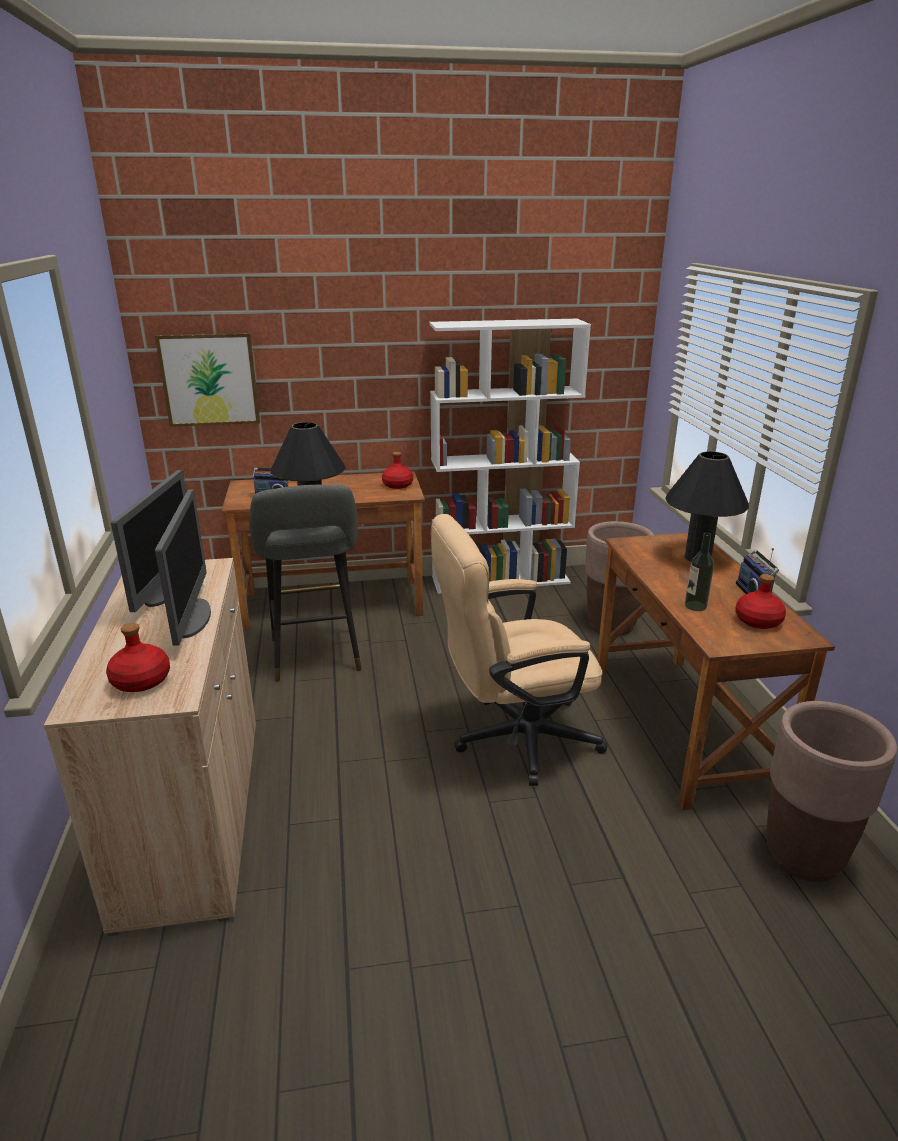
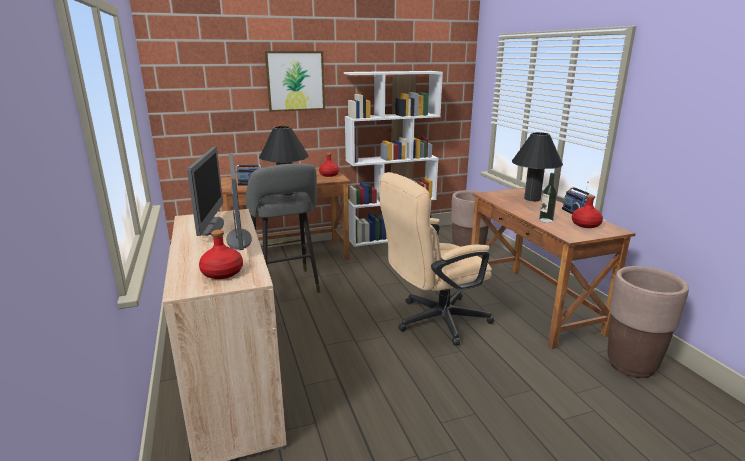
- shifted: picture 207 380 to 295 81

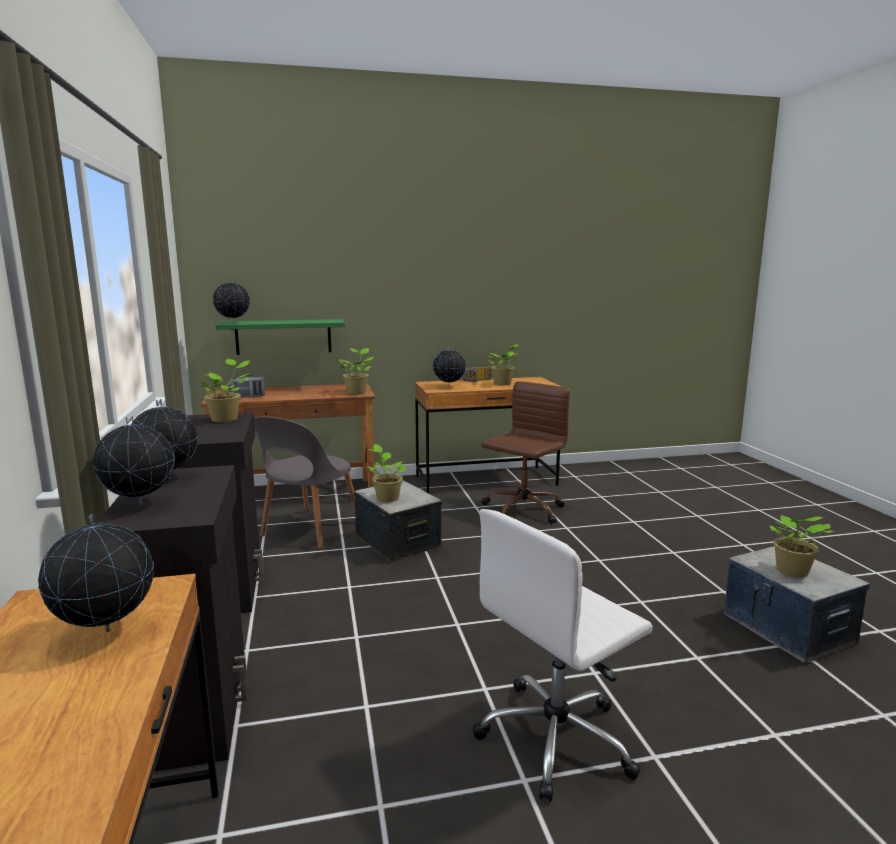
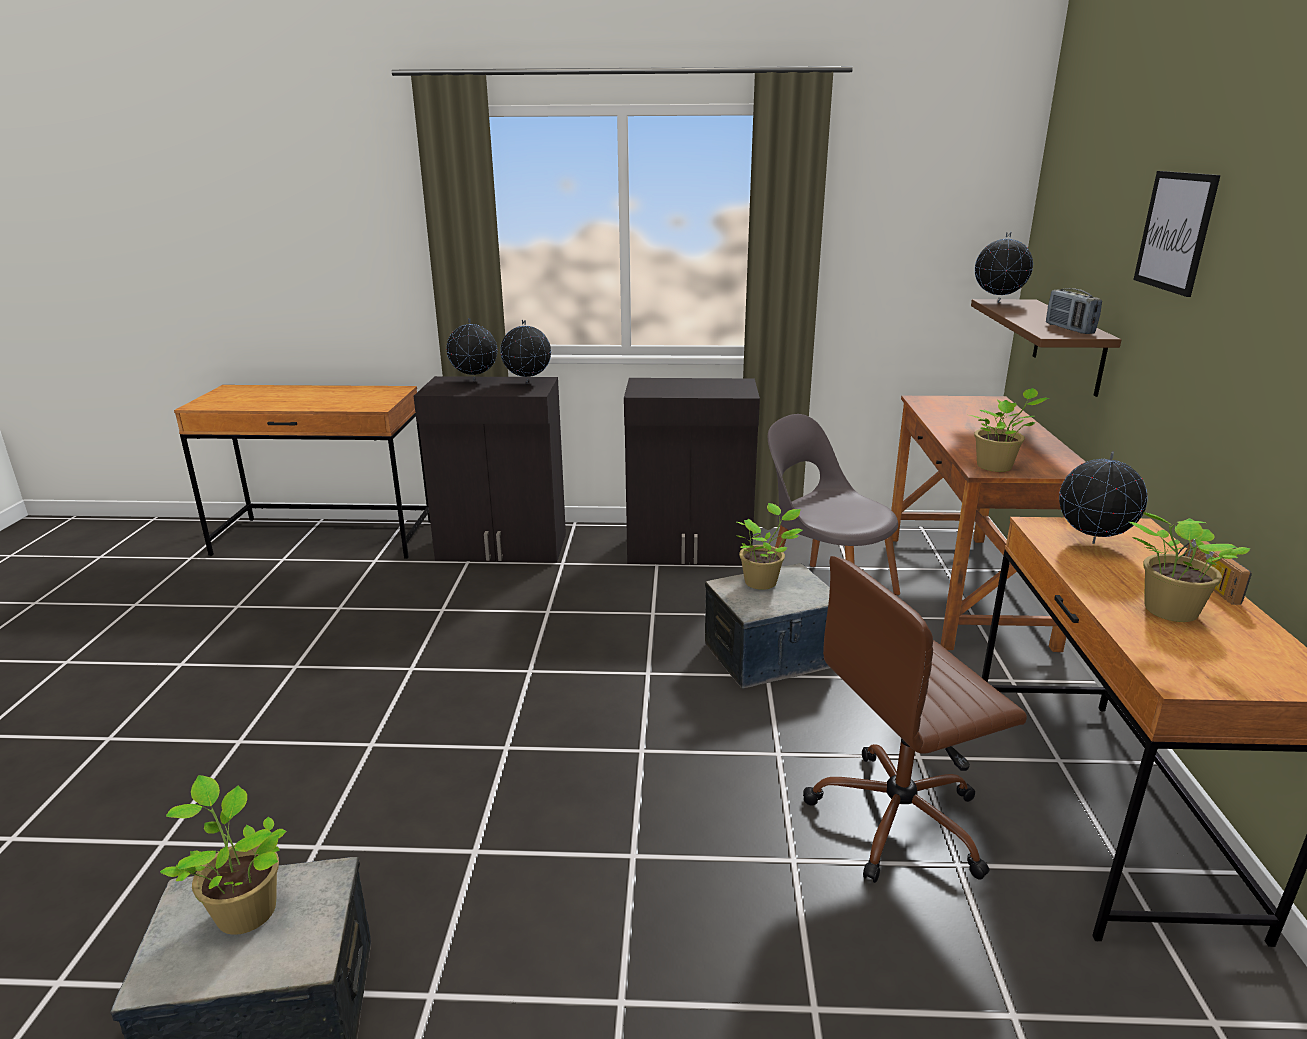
- gone: globe 96 573
- gone: houseplant 225 390
- gone: white office chair 563 655
- new: picture 1177 234
- shifted: radio 247 386 to 1074 311
- repainted: green shelf 280 337 to brown shelf 1046 348
- rotated: brown office chair 525 452 = 915 719 105 degrees clockwise

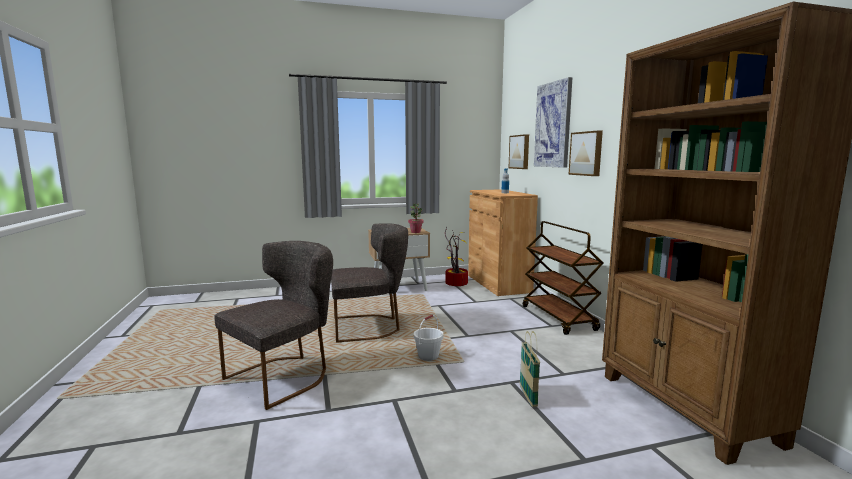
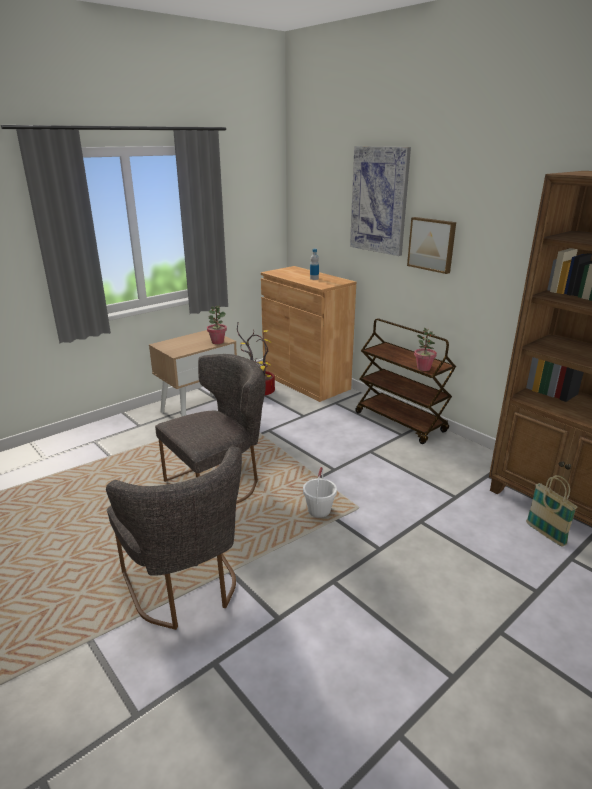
- gone: picture 519 151
- new: houseplant 425 349
- shifted: basket 530 369 to 552 511
- rotated: grey plain chair 273 325 = 174 538 135 degrees clockwise

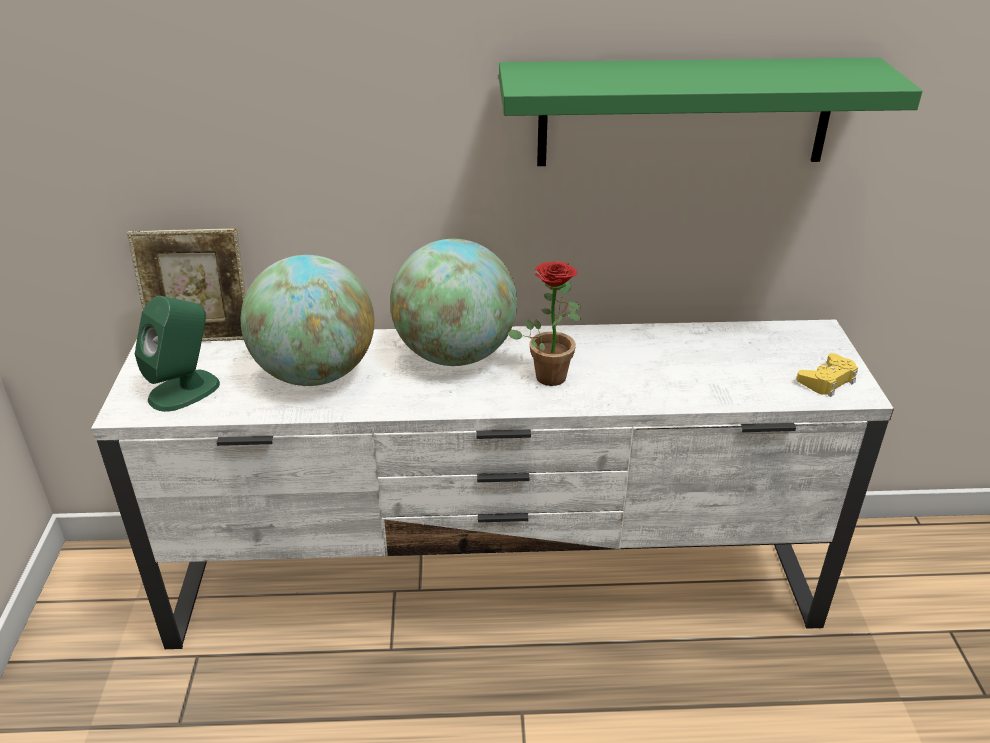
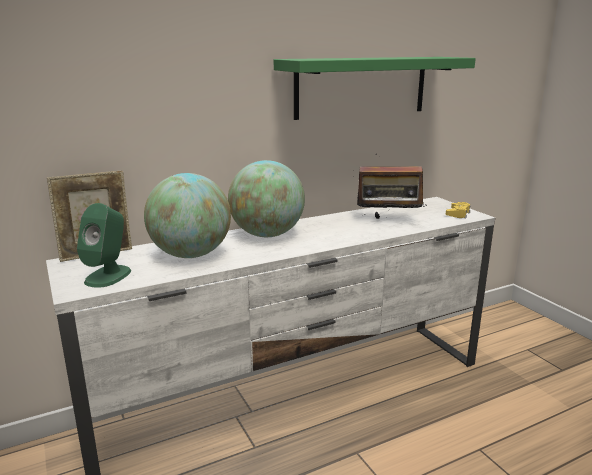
- gone: houseplant 545 324
- new: radio 389 186

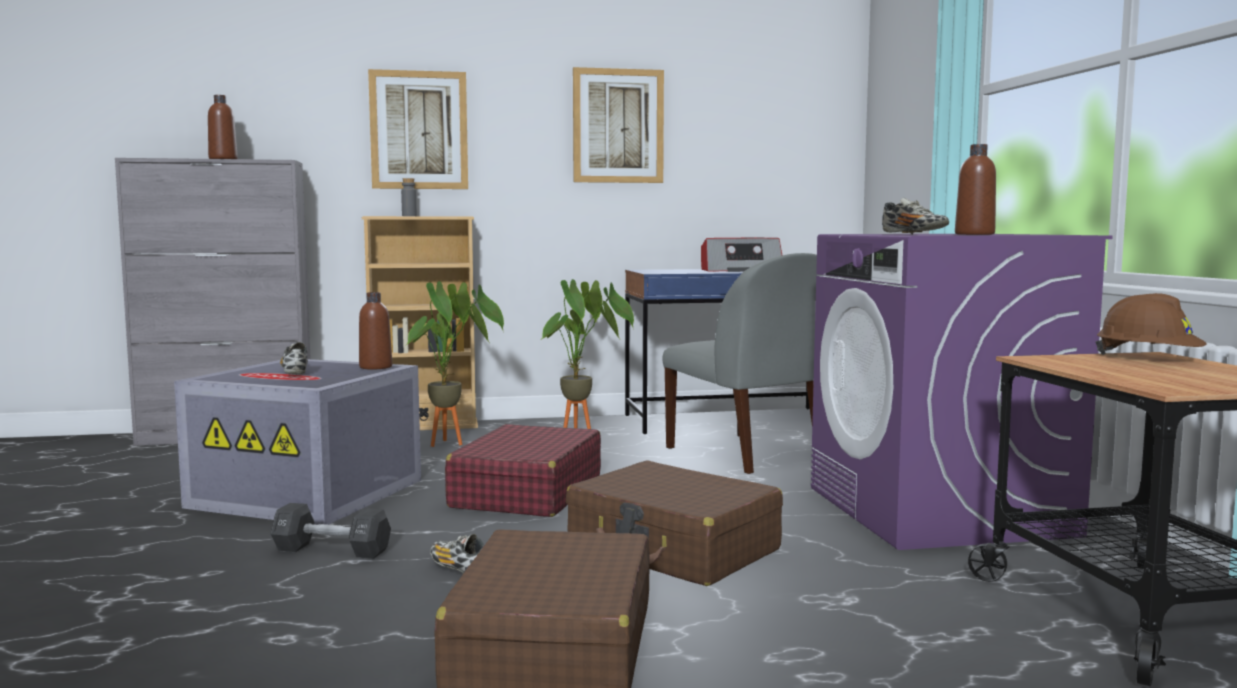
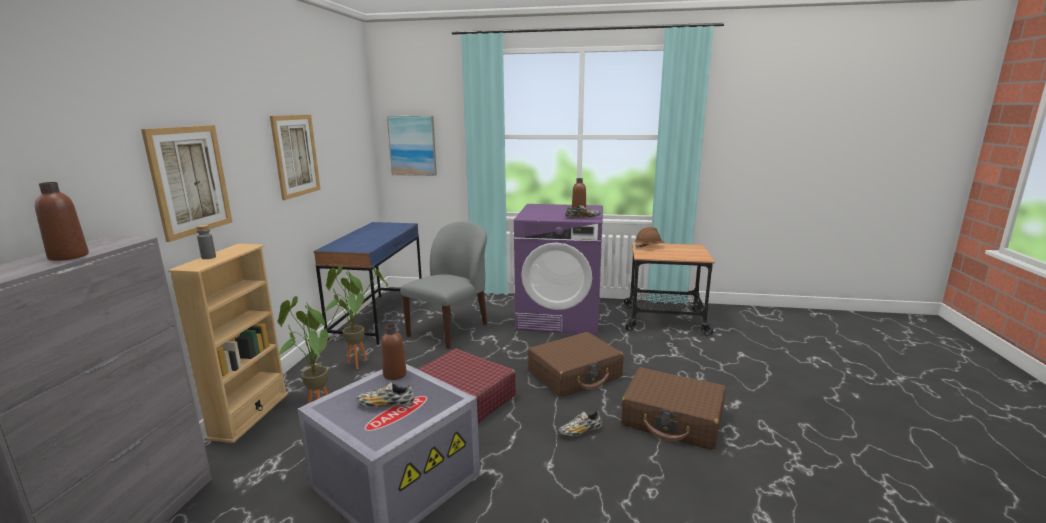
- gone: blackish dumbbell 331 531
- gone: radio 741 255
- new: picture 412 146
- rotated: grey plain chair 743 363 = 443 285 45 degrees counterclockwise

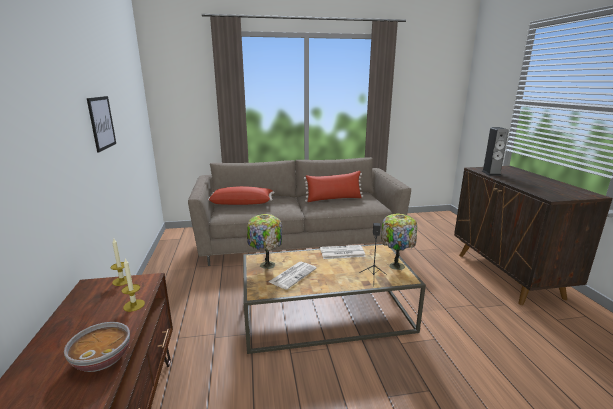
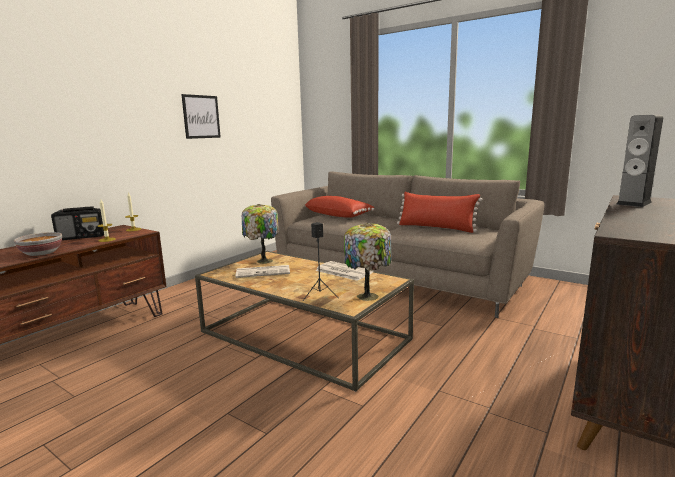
- new: radio 77 223

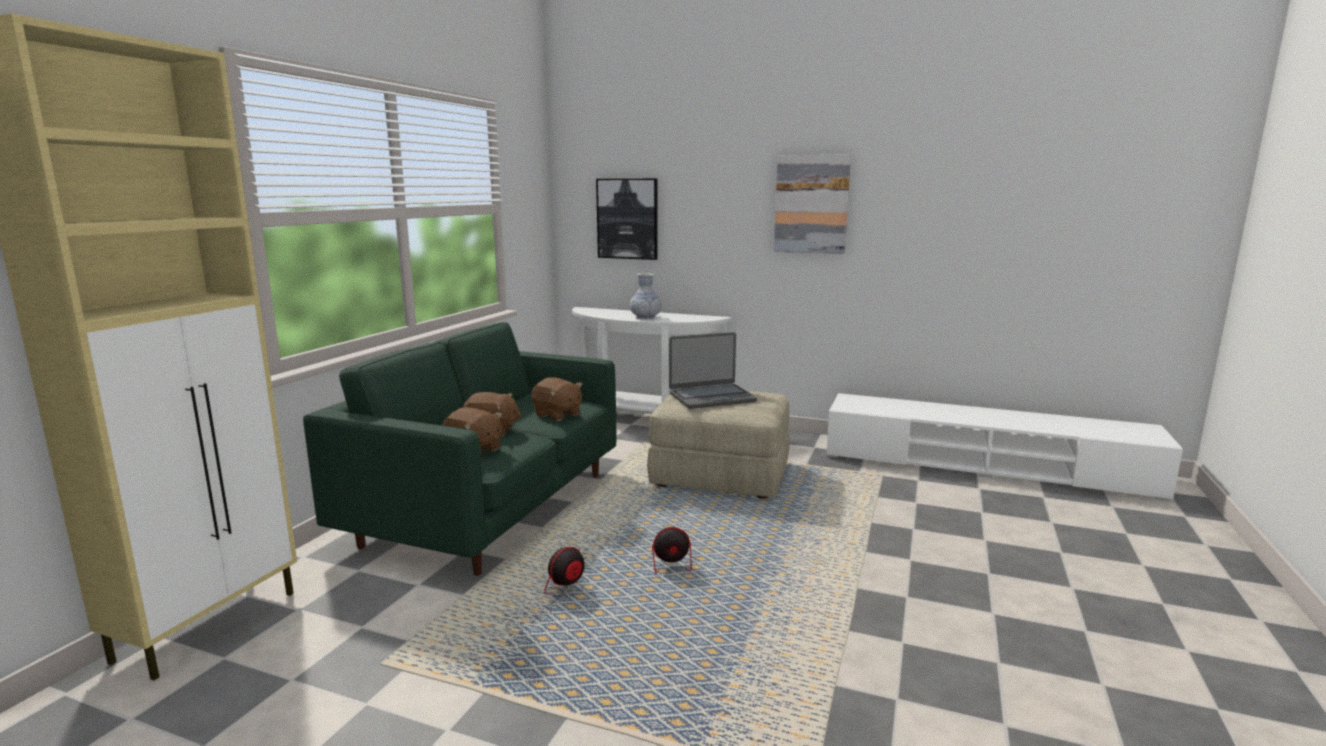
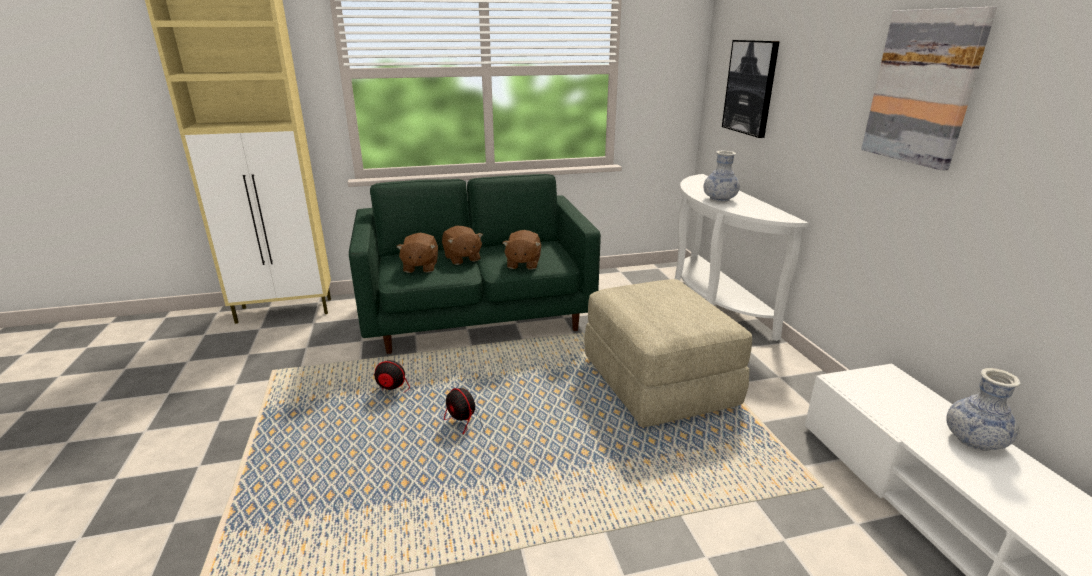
- gone: notebook computer 713 370
- new: flower vase 983 409

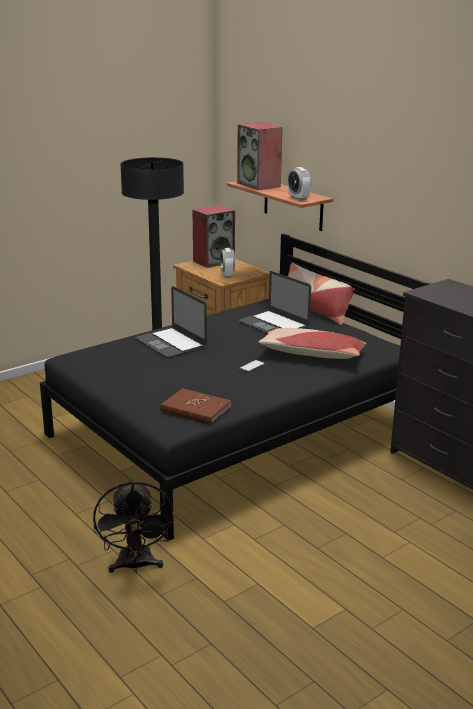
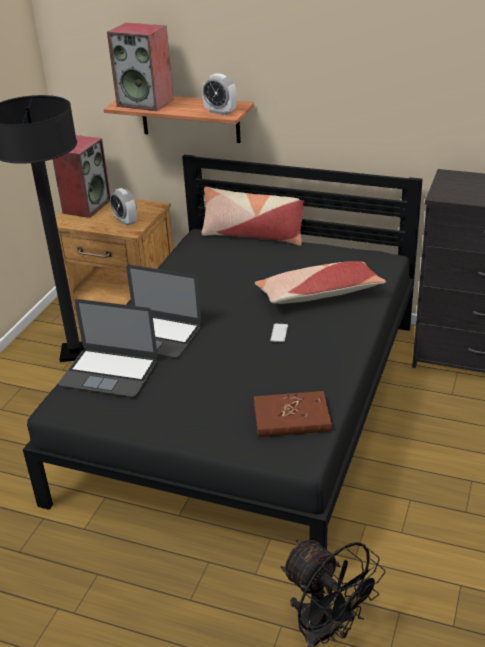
- shifted: notebook computer 275 302 to 108 348

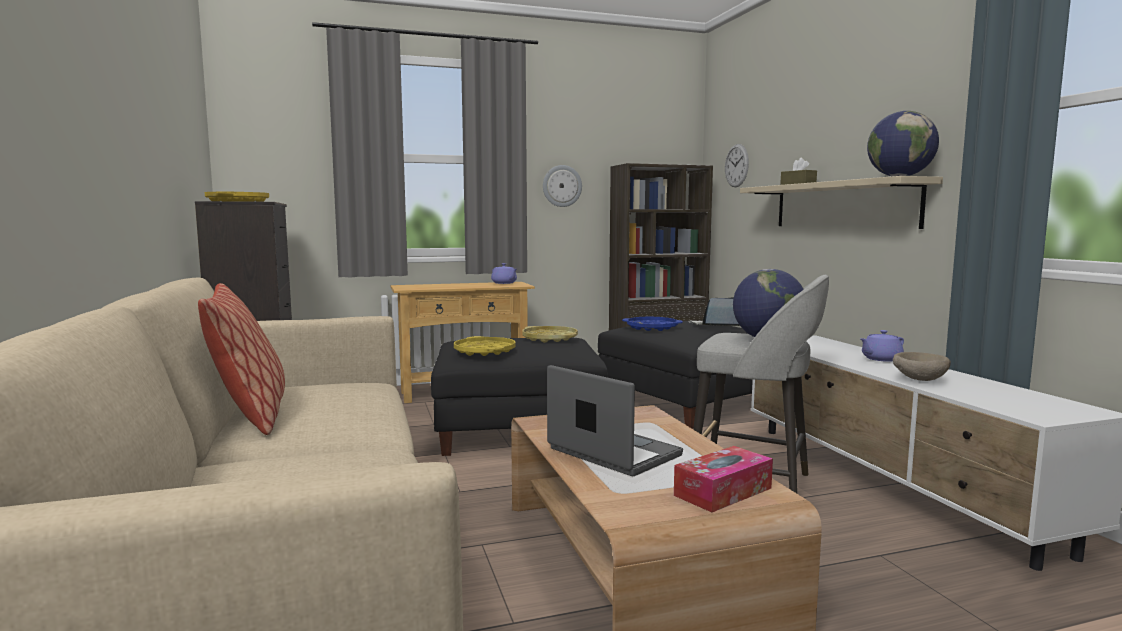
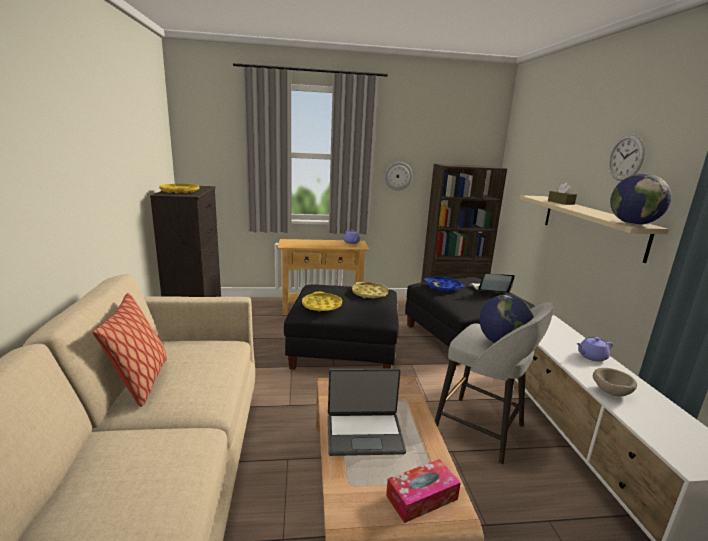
- shifted: wall clock 737 165 to 627 157
- rotated: notebook computer 615 420 = 367 412 120 degrees clockwise

